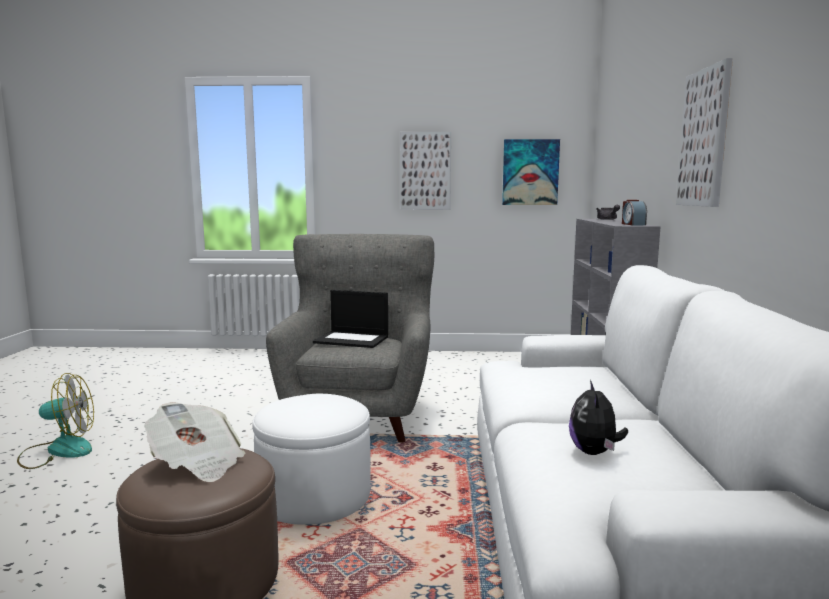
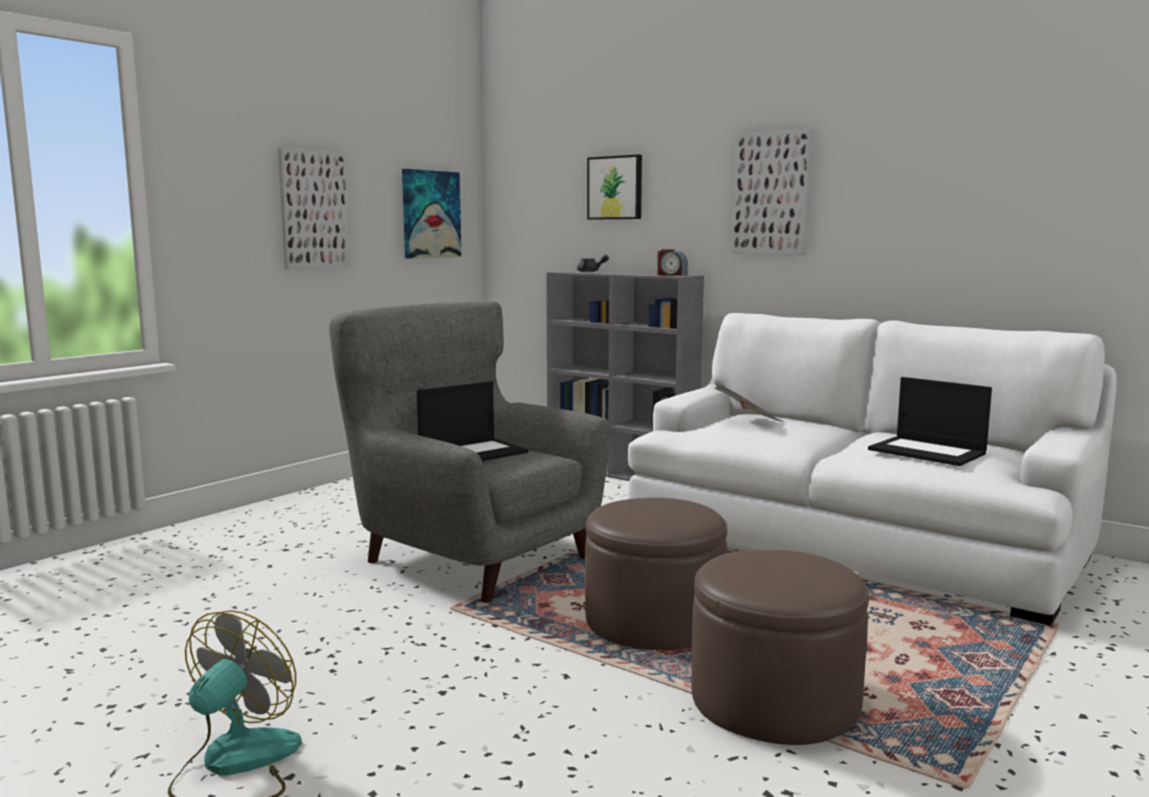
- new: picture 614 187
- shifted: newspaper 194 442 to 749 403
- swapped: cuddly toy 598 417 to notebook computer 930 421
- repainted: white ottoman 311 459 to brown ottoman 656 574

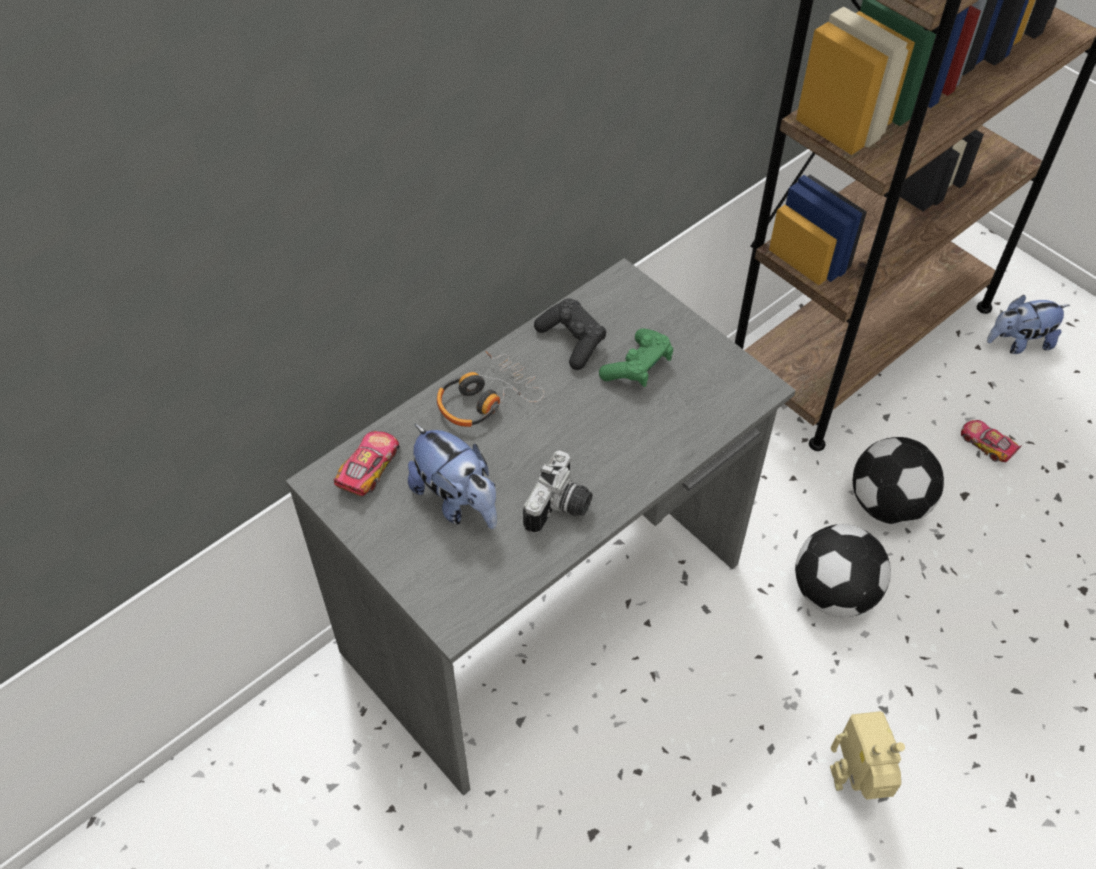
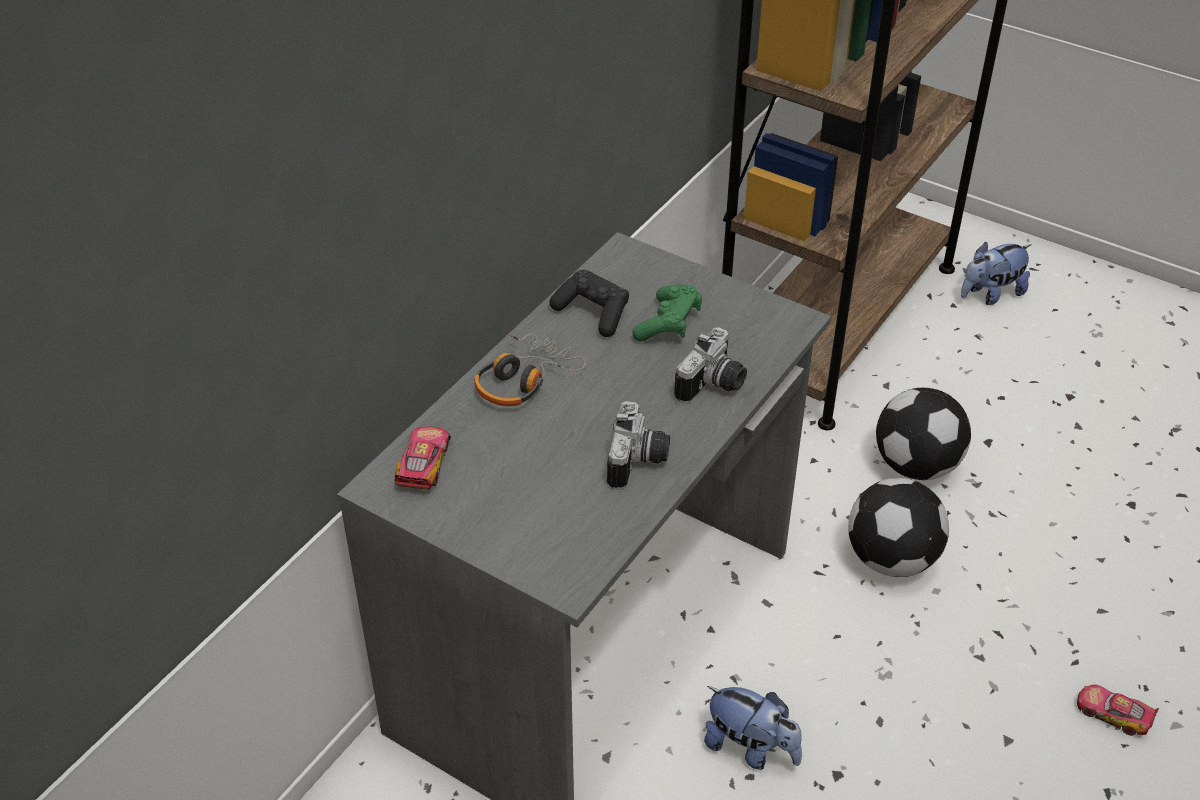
- gone: robot figure 867 755
- new: photo camera 710 365
- shifted: cuddly toy 452 476 to 753 728
- shifted: miniature car 991 441 to 1118 710

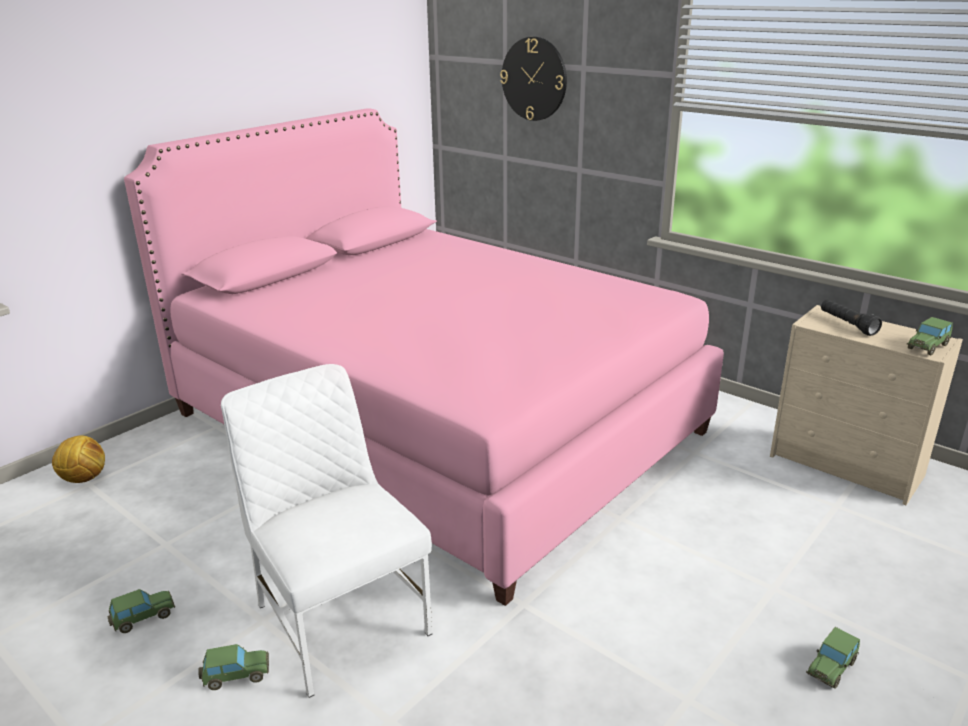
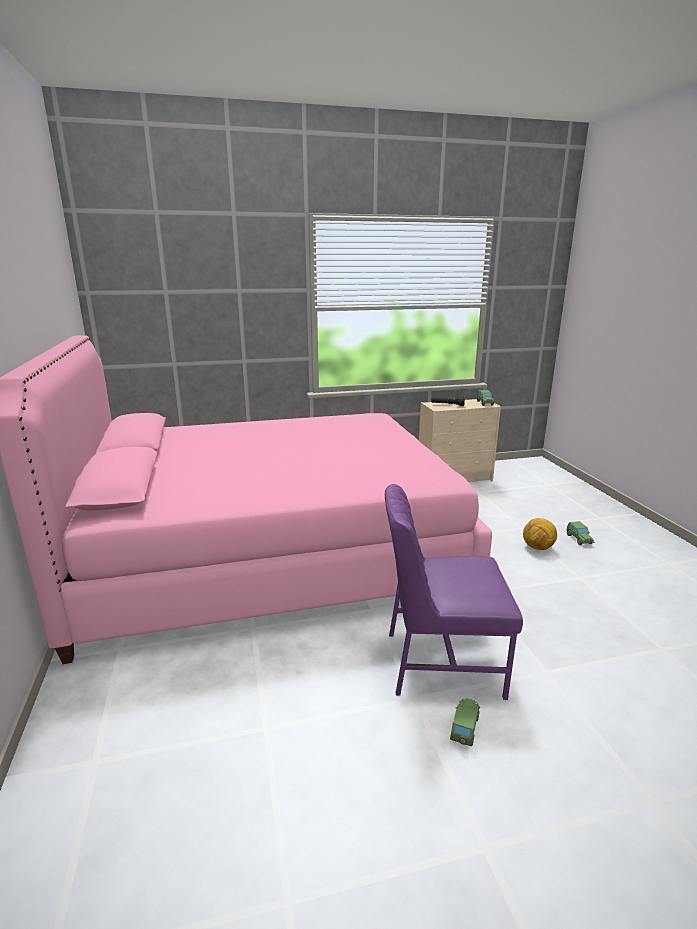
- gone: miniature car 141 611
- gone: wall clock 533 79
- shifted: football 78 459 to 540 534
- repainted: white plain chair 327 531 to purple plain chair 454 592

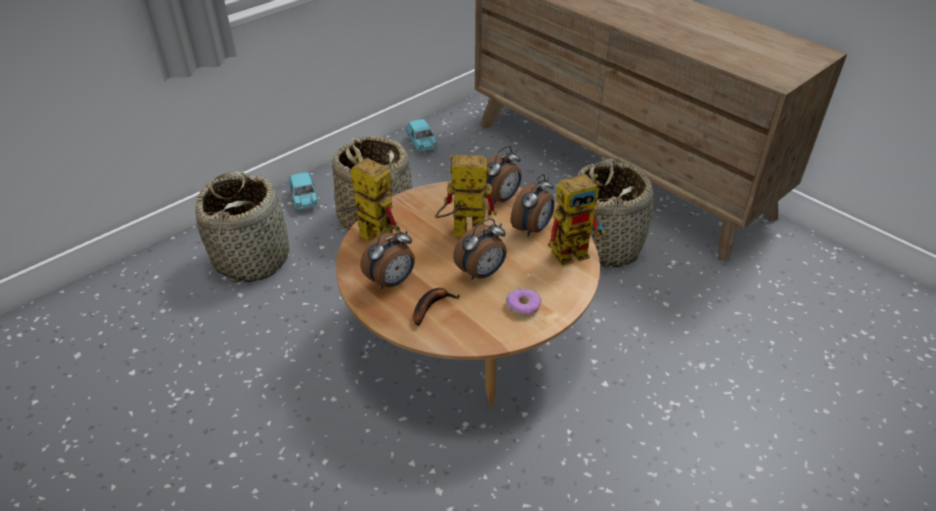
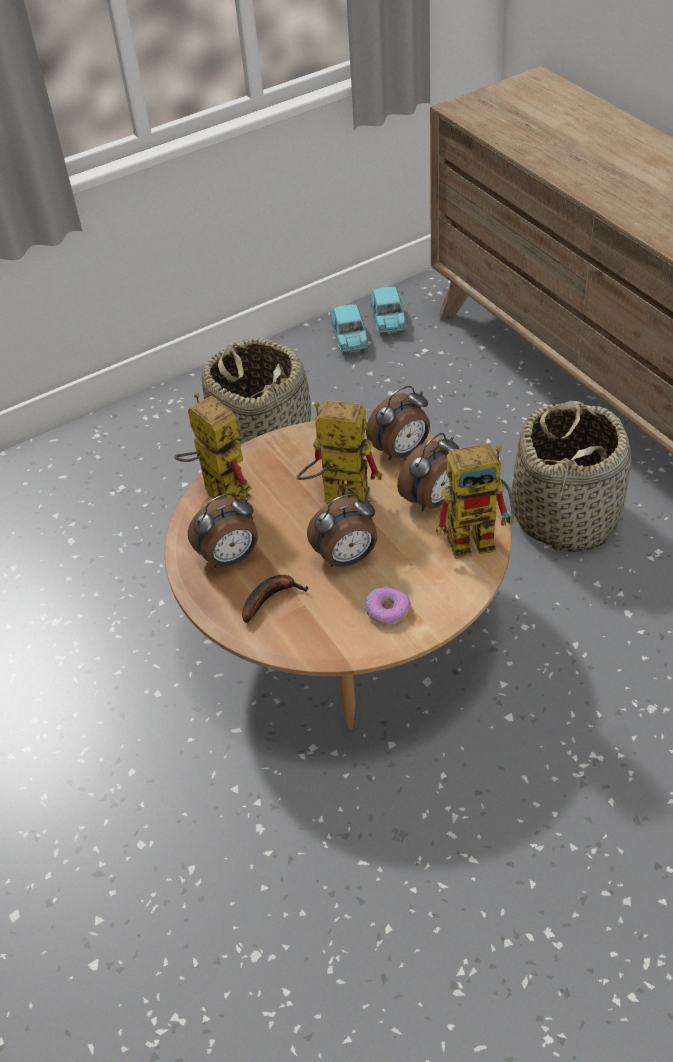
- gone: basket 242 227
- shifted: turquoise miniature car 304 191 to 388 310

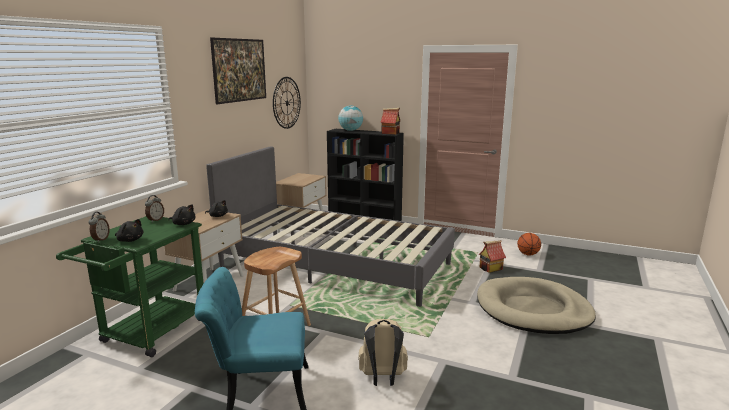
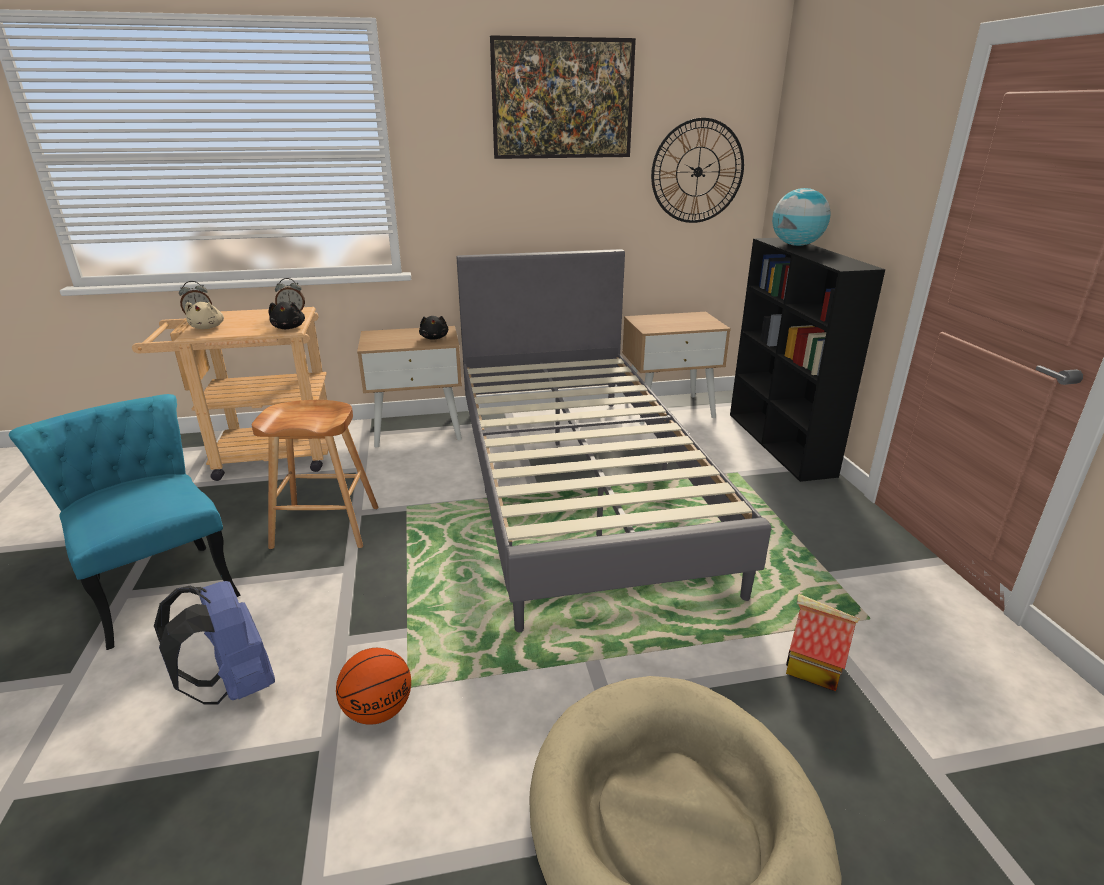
- gone: toy house 390 121
- shifted: ball for basketball 529 244 to 373 686
- repainted: green cart 130 286 to sand-coloured cart 230 394
- repainted: blackish cuddly toy 129 230 to sand-coloured cuddly toy 204 315
- repainted: sand-coloured rucksack 383 352 to bluish rucksack 214 642

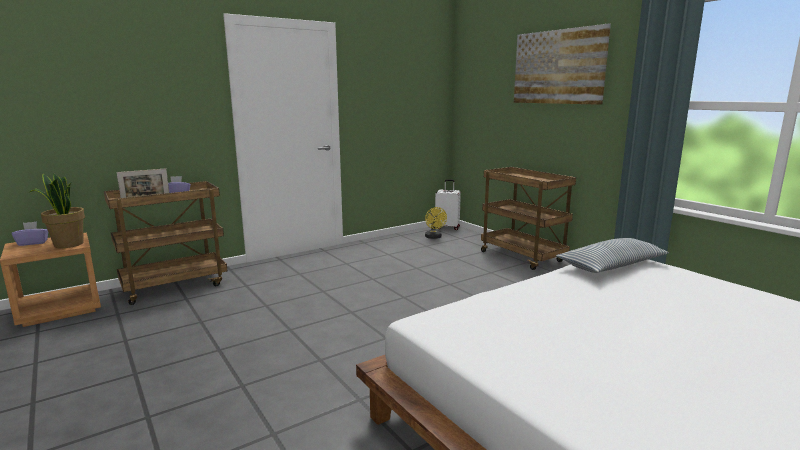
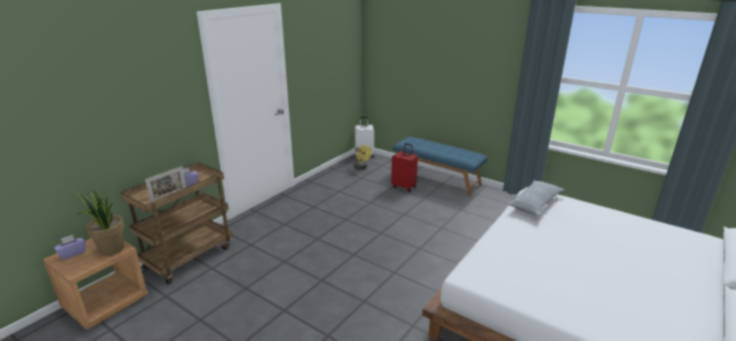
- gone: picture 562 64
- new: red travel case 404 167
- swapped: brown cart 528 218 to bluish indoor bench 440 166

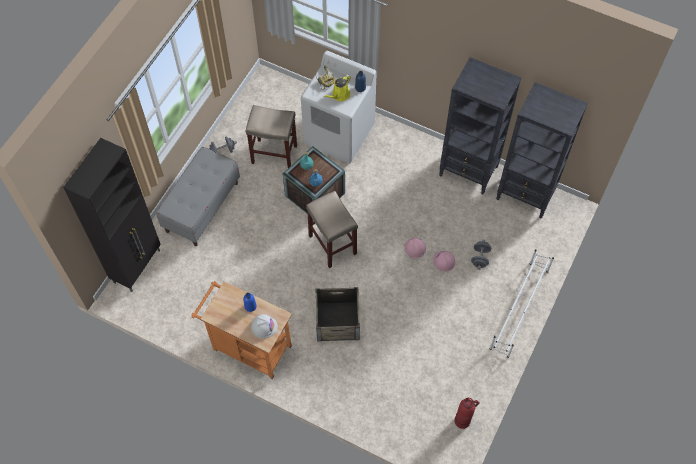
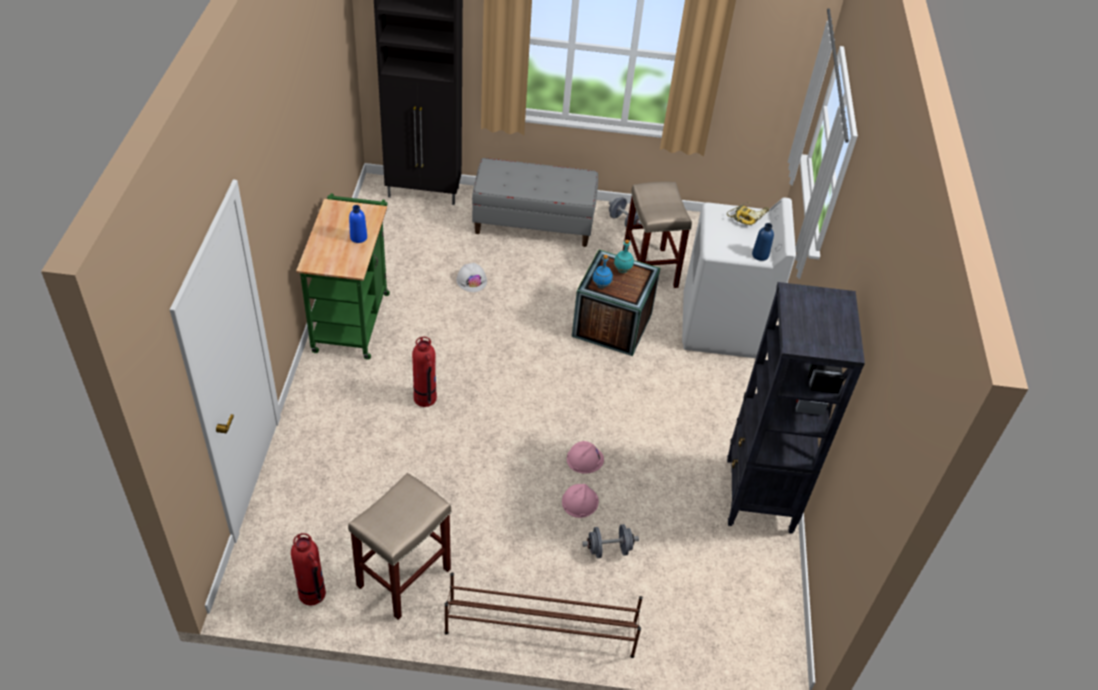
- gone: yellow watering pot 337 87
- gone: blackish bookshelf 542 150
- shifted: white safety helmet 264 326 to 471 277
- shifted: sand-coloured stool 332 229 to 399 546
- swapped: crate 337 314 to extinguisher 424 372
- repainted: orange-coloured cart 241 330 to green cart 343 277
- repainted: white shoe shelf 522 303 to brown shoe shelf 544 615

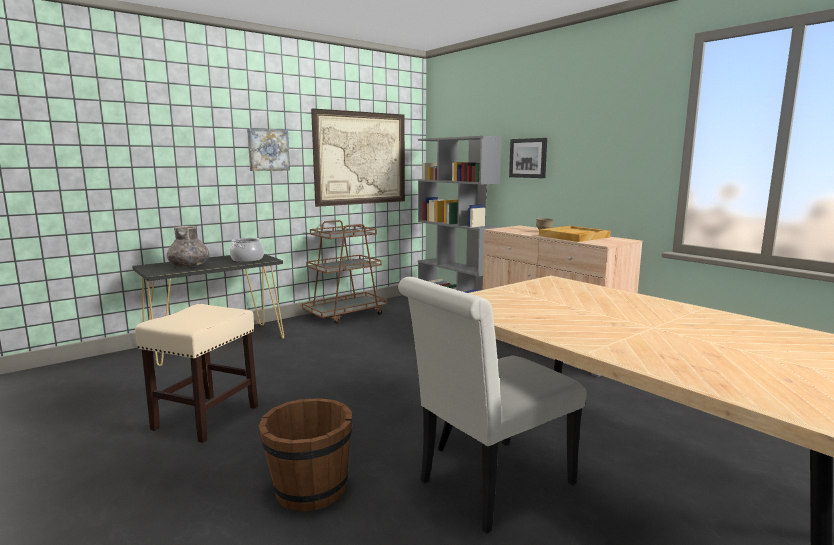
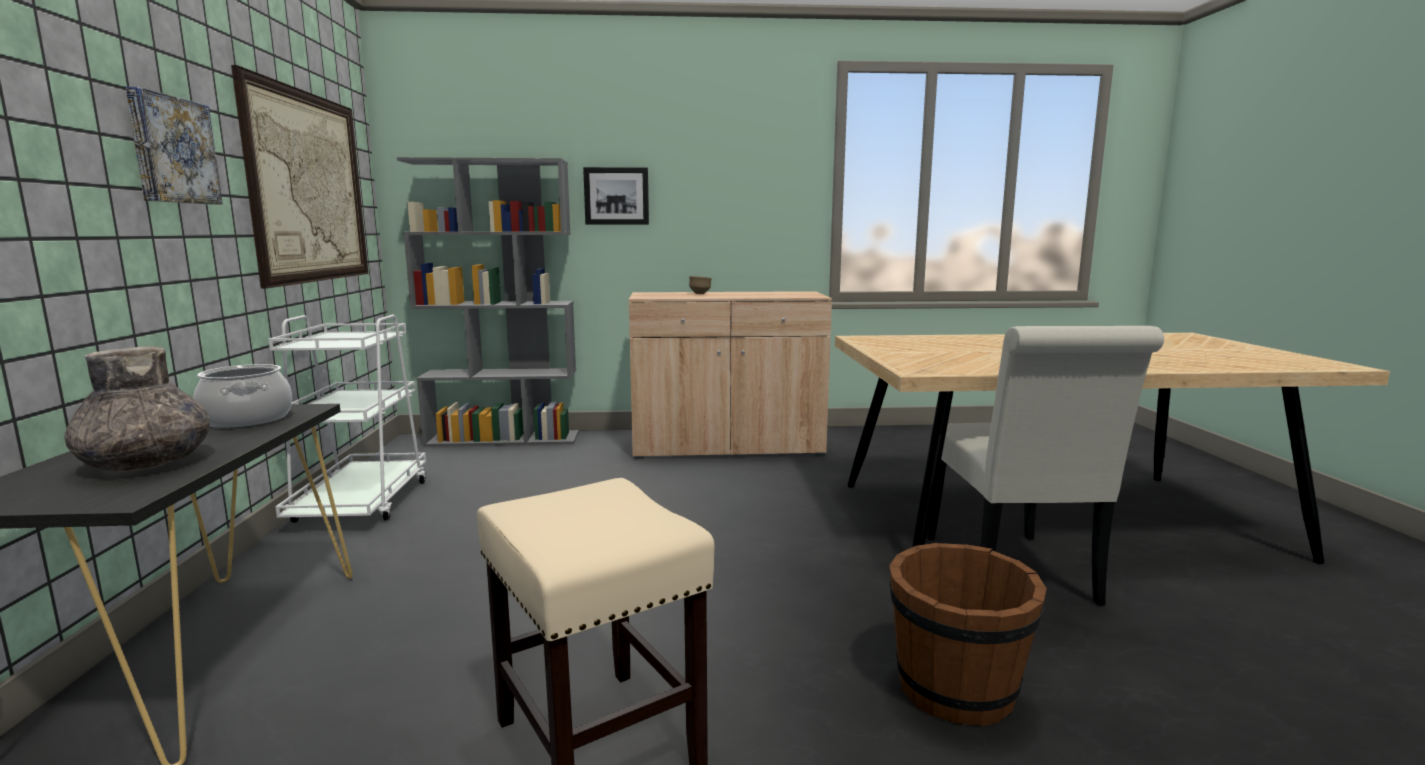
- gone: sand-coloured tray 575 234
- repainted: brown cart 345 272 to white cart 347 419

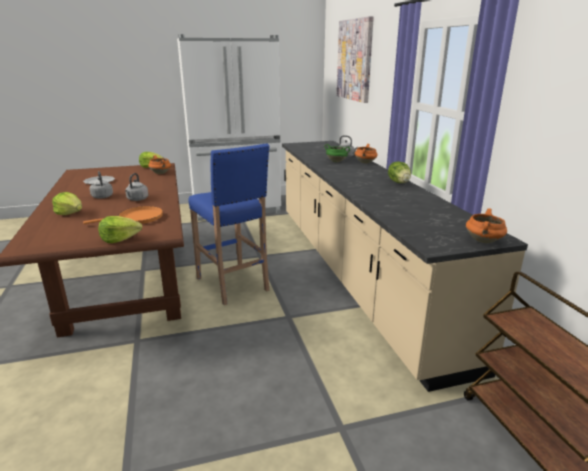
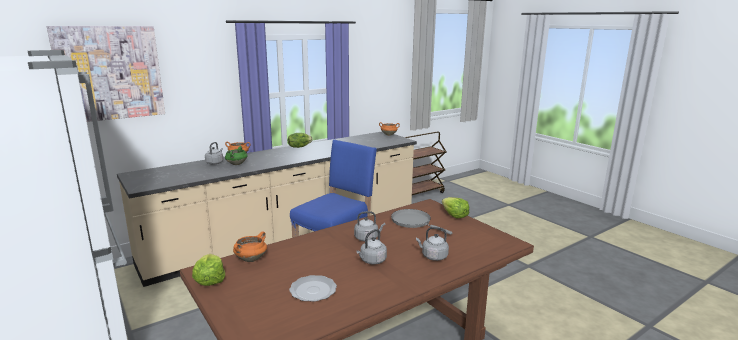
- swapped: head of lettuce 67 203 to grey kettle 432 244
- repainted: orange-coloured skillet 123 215 to grey skillet 422 222

